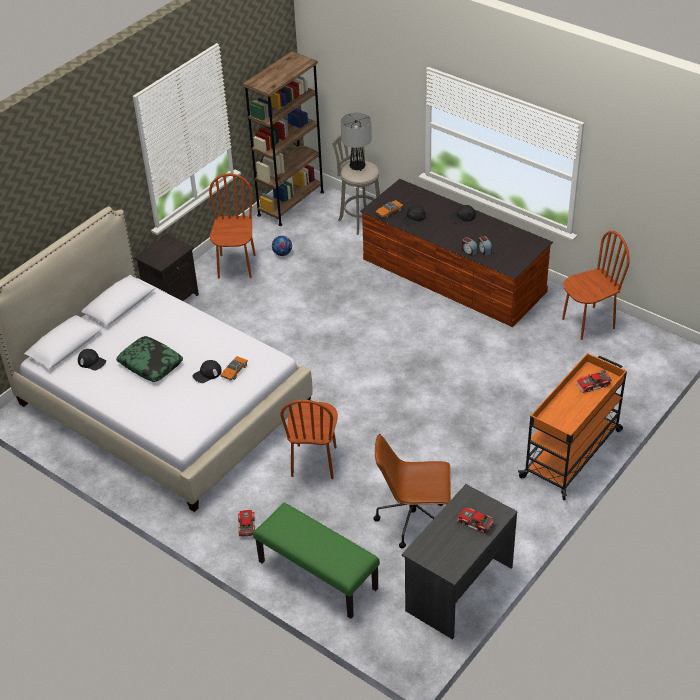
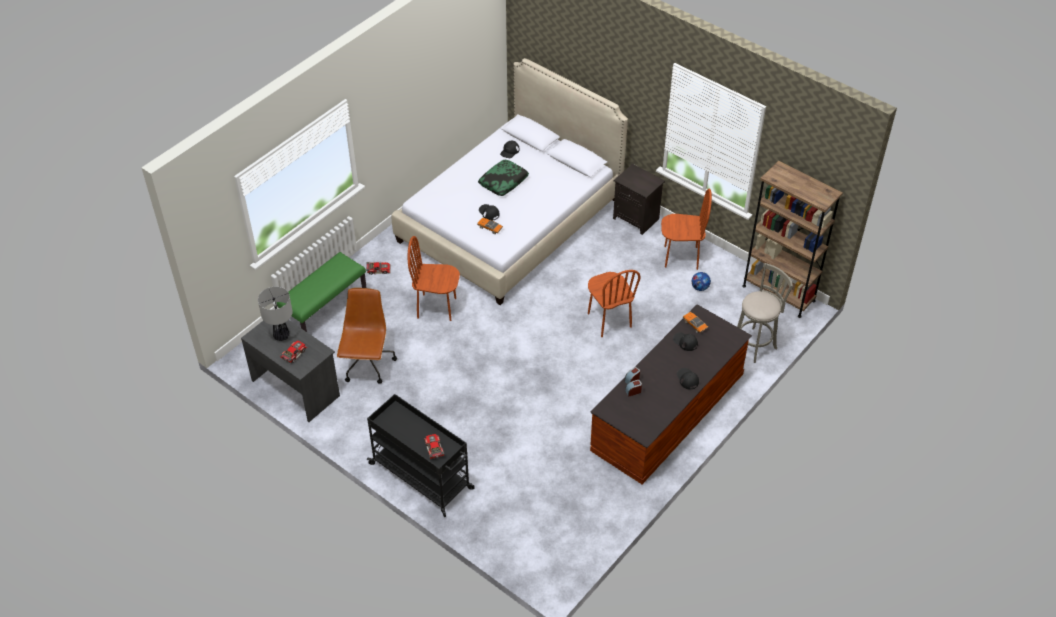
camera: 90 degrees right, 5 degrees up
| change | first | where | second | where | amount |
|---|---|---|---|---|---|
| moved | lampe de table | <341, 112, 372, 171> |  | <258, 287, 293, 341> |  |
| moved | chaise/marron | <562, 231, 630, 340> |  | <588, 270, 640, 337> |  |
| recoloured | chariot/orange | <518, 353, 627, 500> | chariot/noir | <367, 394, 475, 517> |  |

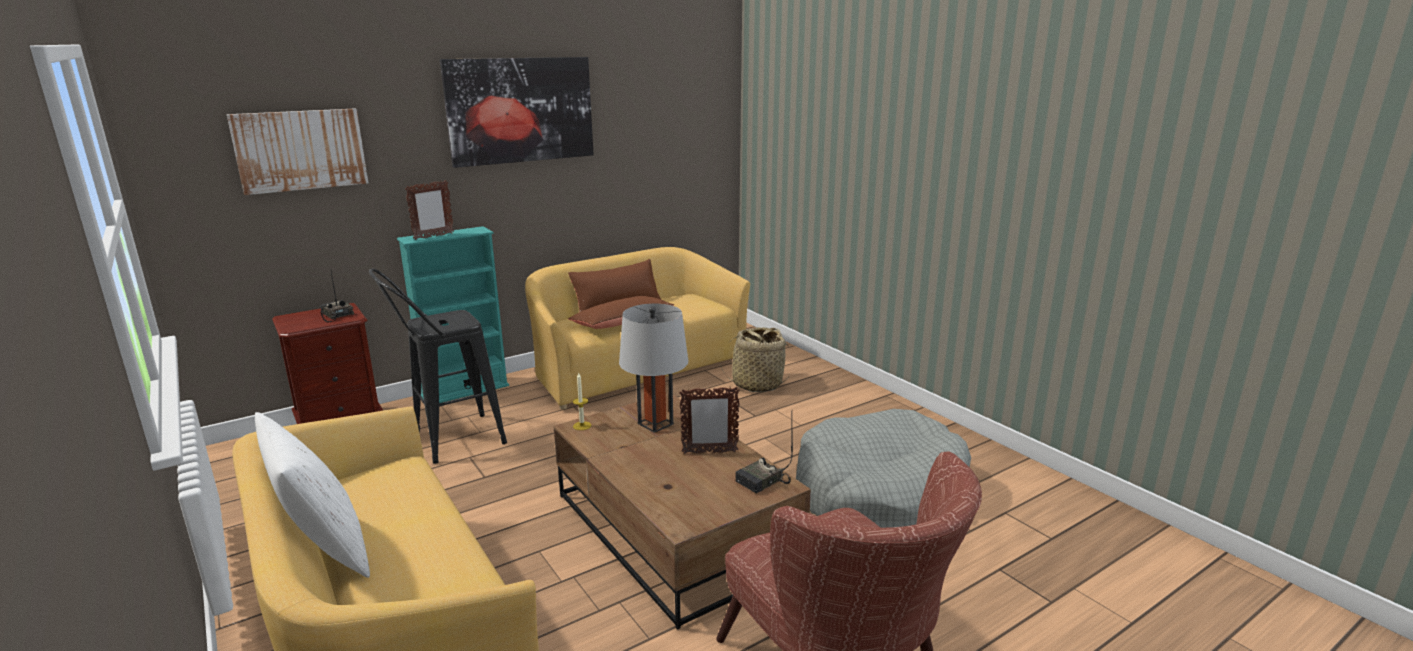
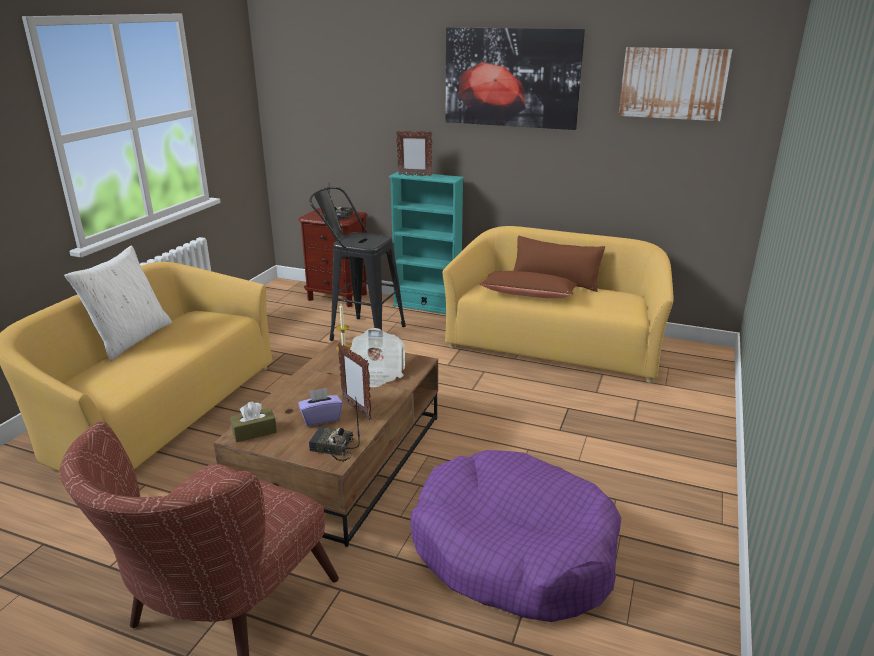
camera: 55 degrees right, 5 degrees up
| change | first | where | second | where | amount |
|---|---|---|---|---|---|
| moved | tableau | <227, 109, 368, 195> |  | <618, 47, 732, 121> |  |
| replaced | lampe de table/gris | <619, 303, 688, 433> | journal | <350, 328, 405, 388> |  |
| removed | panier | <720, 327, 790, 392> |  |  |  |
| recoloured | panier pour chien/gris | <796, 409, 971, 528> | panier pour chien/violet | <411, 450, 621, 622> |  |
| added |  |  | boîte à mouchoirs/violet | <298, 388, 343, 426> |  |
| added |  |  | boîte à mouchoirs/marron | <230, 401, 277, 442> |  |

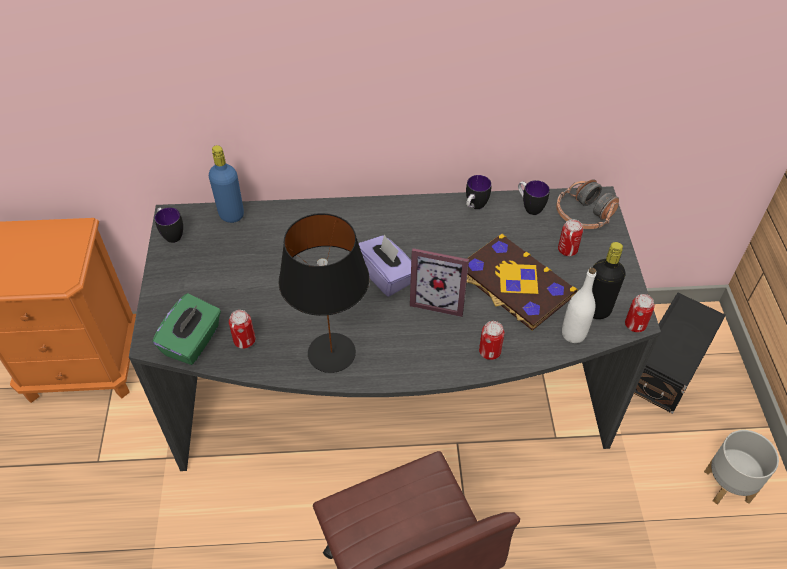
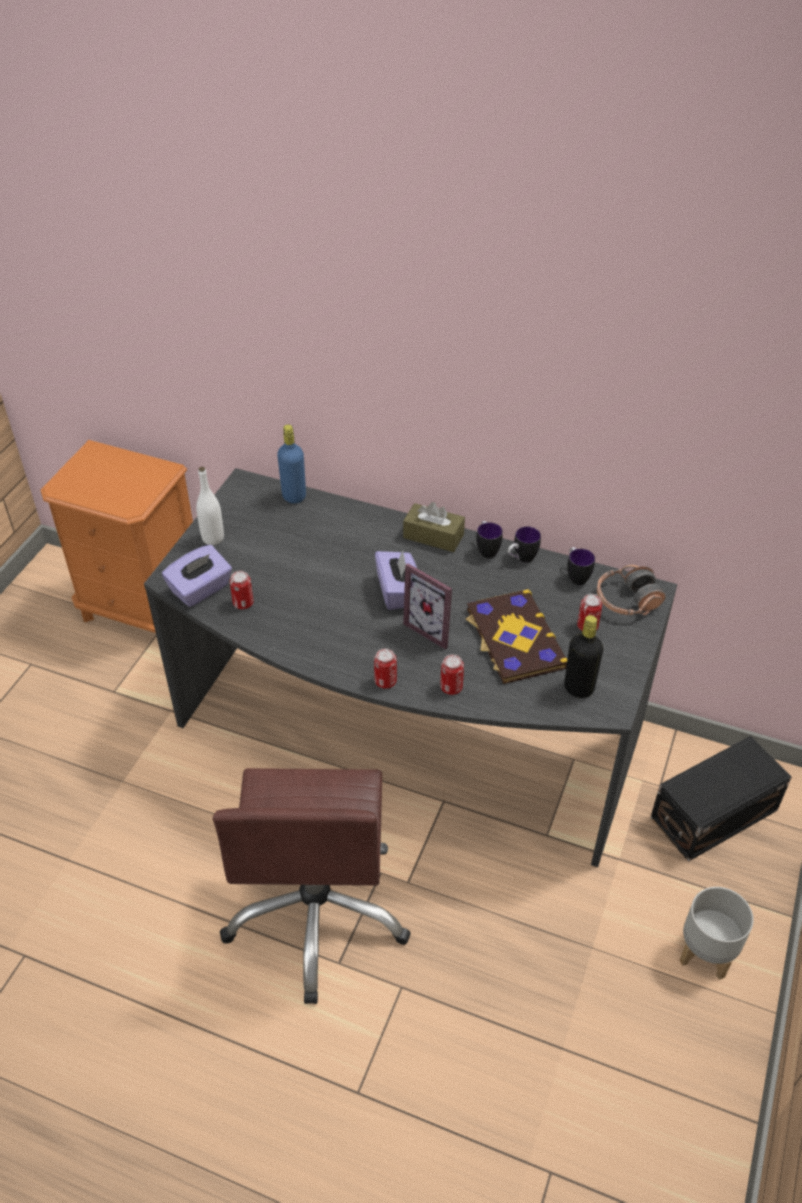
camera: 25 degrees right, 5 degrees down
| change | first | where | second | where | amount |
|---|---|---|---|---|---|
| moved | mug | <155, 207, 183, 243> |  | <476, 521, 503, 558> |  |
| removed | lampe de table/noir | <278, 213, 369, 373> |  |  |  |
| moved | bouteille/blanc | <562, 268, 596, 343> |  | <196, 467, 224, 545> |  |
| recoloured | boîte à mouchoirs/vert | <152, 293, 221, 365> | boîte à mouchoirs/violet | <162, 545, 232, 607> |  |
| moved | boîte métallique | <625, 294, 655, 332> |  | <374, 648, 397, 689> |  |
| added |  |  | boîte à mouchoirs/marron | <403, 502, 465, 552> |  |

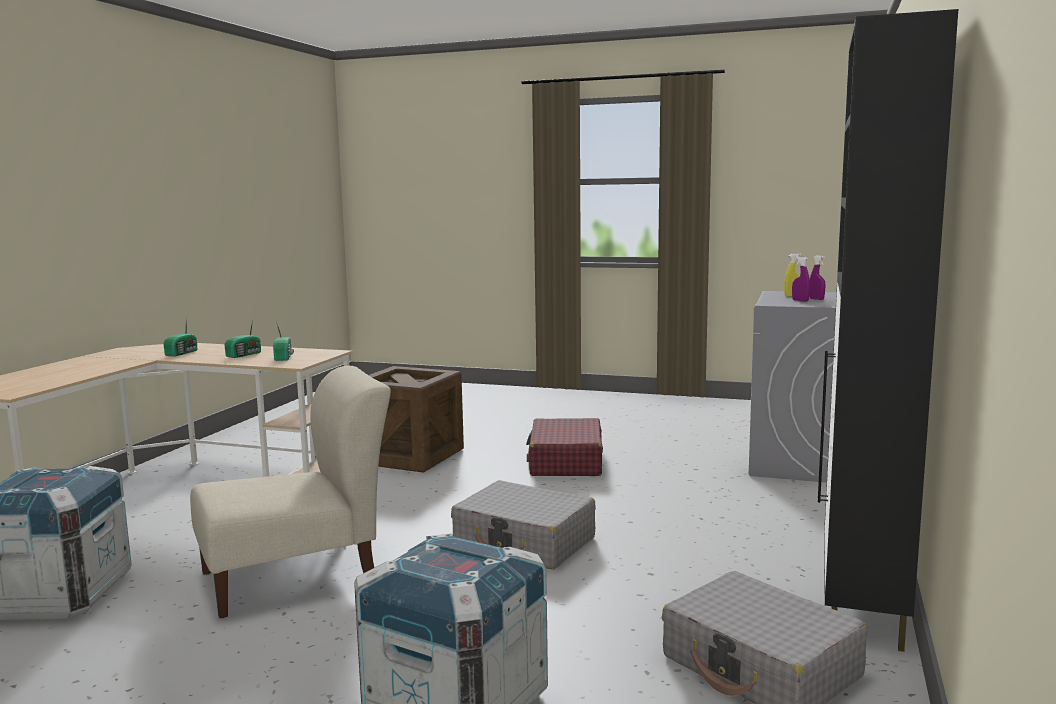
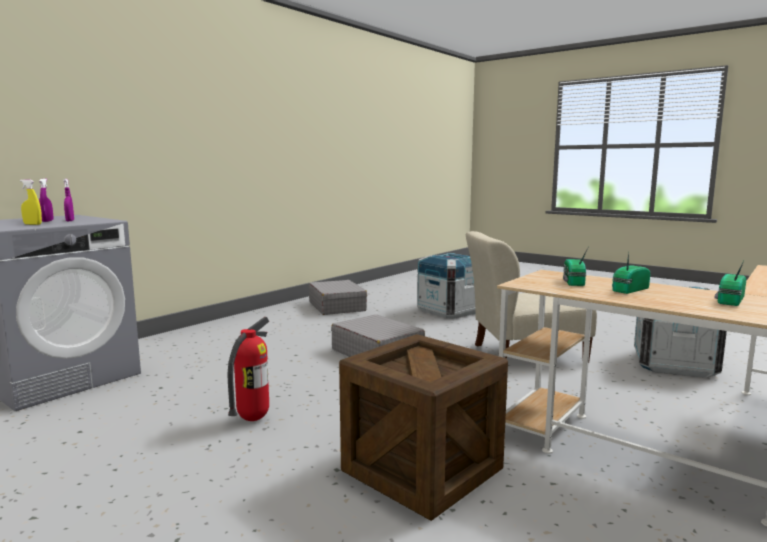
camera: 160 degrees left, 0 degrees up
| change | first | where | second | where | amount |
|---|---|---|---|---|---|
| removed | meuble de rangement/noir | <818, 9, 958, 652> |  |  |  |
| replaced | valise/rouge | <526, 418, 603, 476> | extincteur | <228, 317, 269, 421> |  |

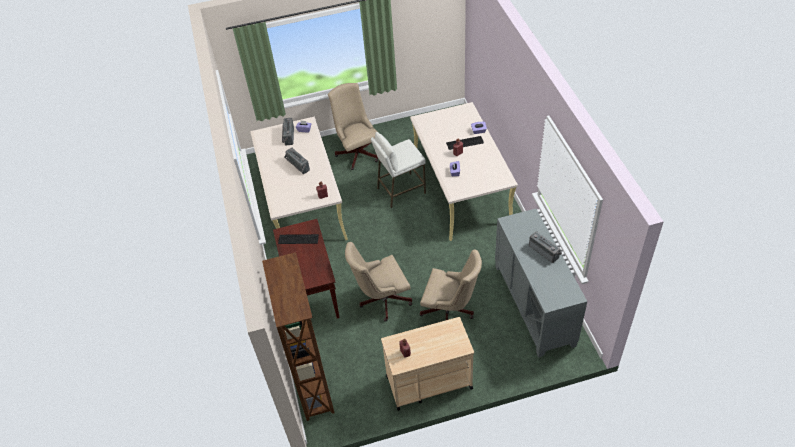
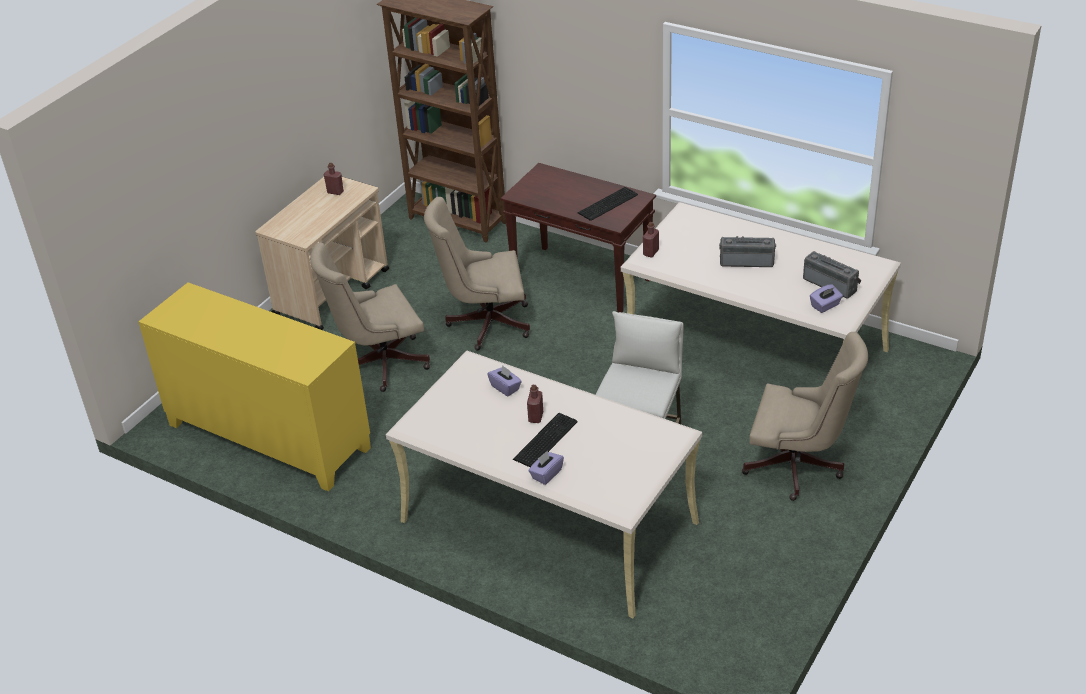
camera: 135 degrees right, 10 degrees down
| change | first | where | second | where | amount |
|---|---|---|---|---|---|
| recoloured | meuble de rangement/gris | <495, 209, 588, 358> | meuble de rangement/jaune | <138, 282, 371, 492> |  |
| removed | radio | <529, 231, 562, 263> |  |  |  |
| turned | chaise de bureau/beige | <345, 242, 412, 322> |  | <424, 197, 530, 351> | 120 degrees counterclockwise |

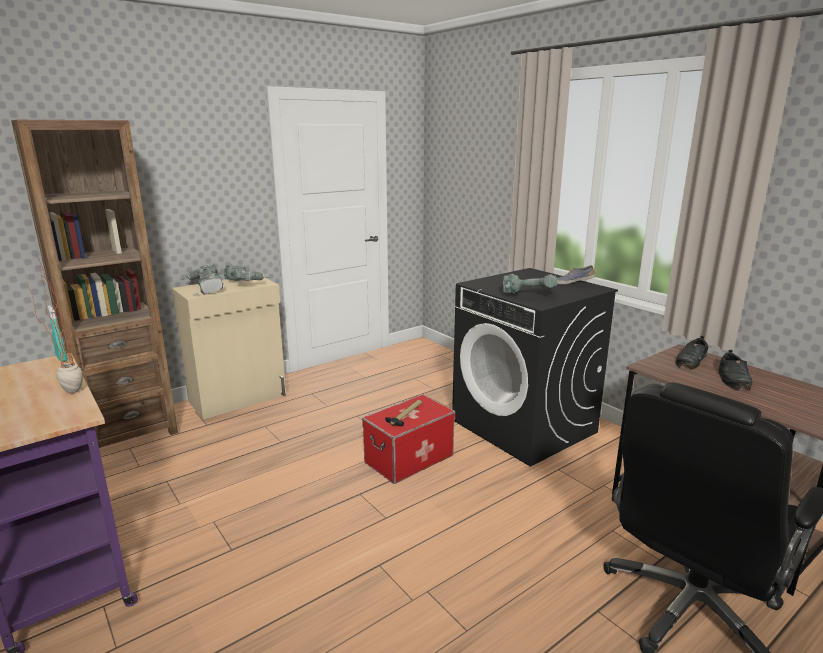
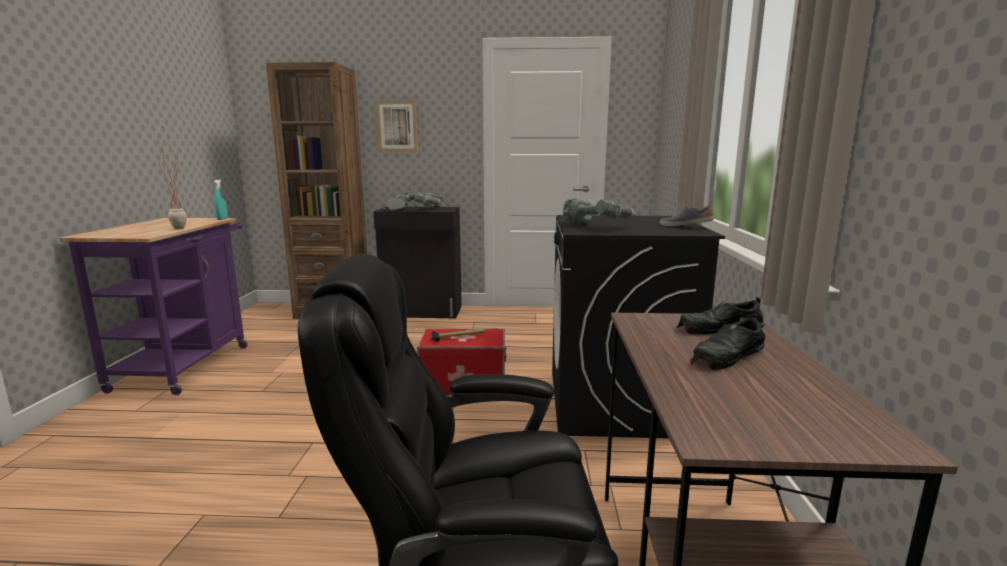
camera: 40 degrees right, 5 degrees down
| change | first | where | second | where | amount |
|---|---|---|---|---|---|
| recoloured | meuble de rangement/beige | <172, 277, 286, 420> | meuble de rangement/noir | <373, 207, 462, 318> |  |
| added |  |  | tableau | <376, 101, 418, 151> |  |

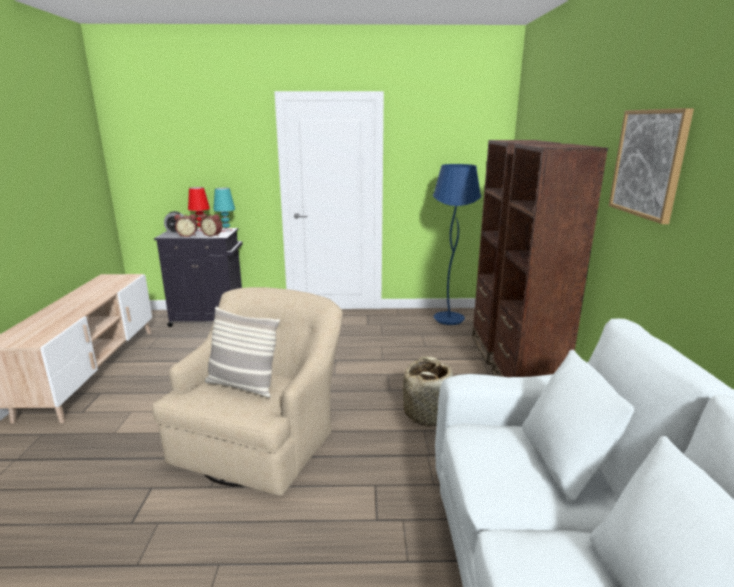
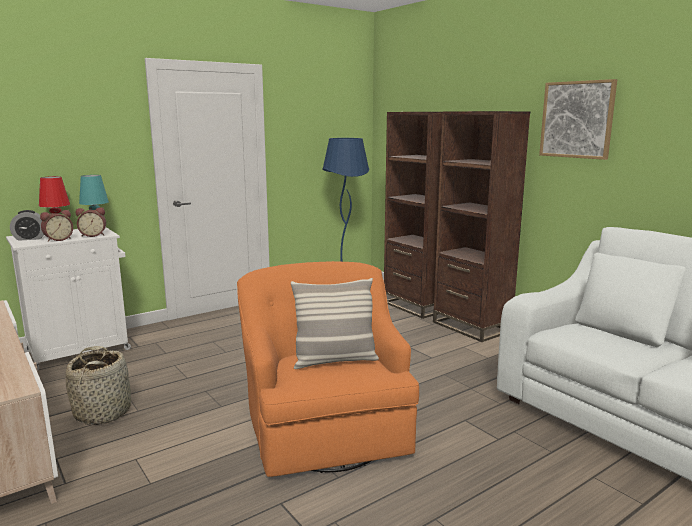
camera: 35 degrees left, 5 degrees down
| change | first | where | second | where | amount |
|---|---|---|---|---|---|
| recoloured | meuble de rangement/noir | <154, 228, 242, 327> | meuble de rangement/blanc | <6, 227, 131, 370> |  |
| recoloured | fauteuil/beige | <152, 287, 343, 496> | fauteuil/orange | <237, 261, 419, 477> |  |
| moved | panier | <403, 357, 453, 426> |  | <66, 346, 131, 425> |  |

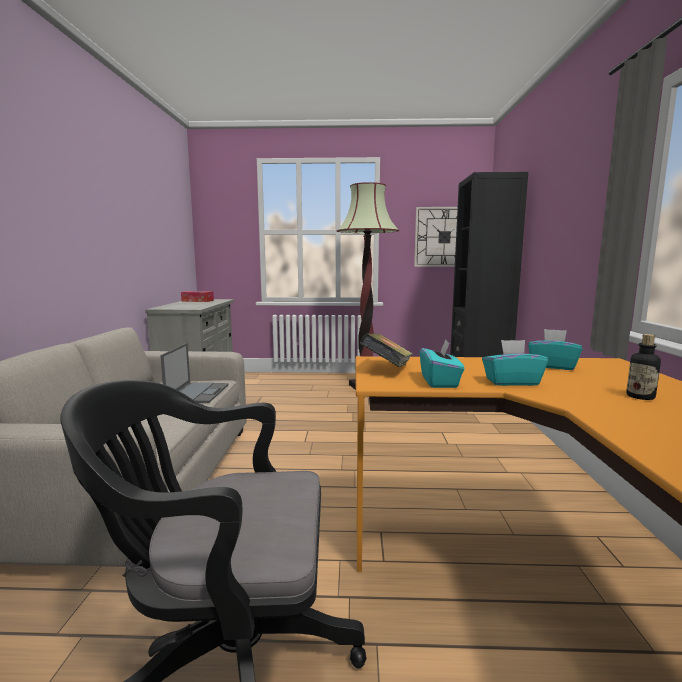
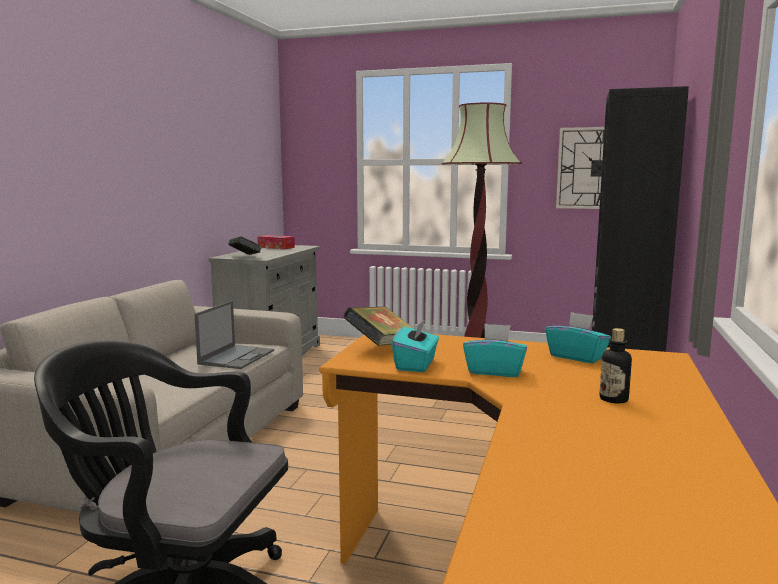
camera: 15 degrees right, 0 degrees up
| change | first | where | second | where | amount |
|---|---|---|---|---|---|
| added |  |  | livre | <228, 236, 263, 255> |  |

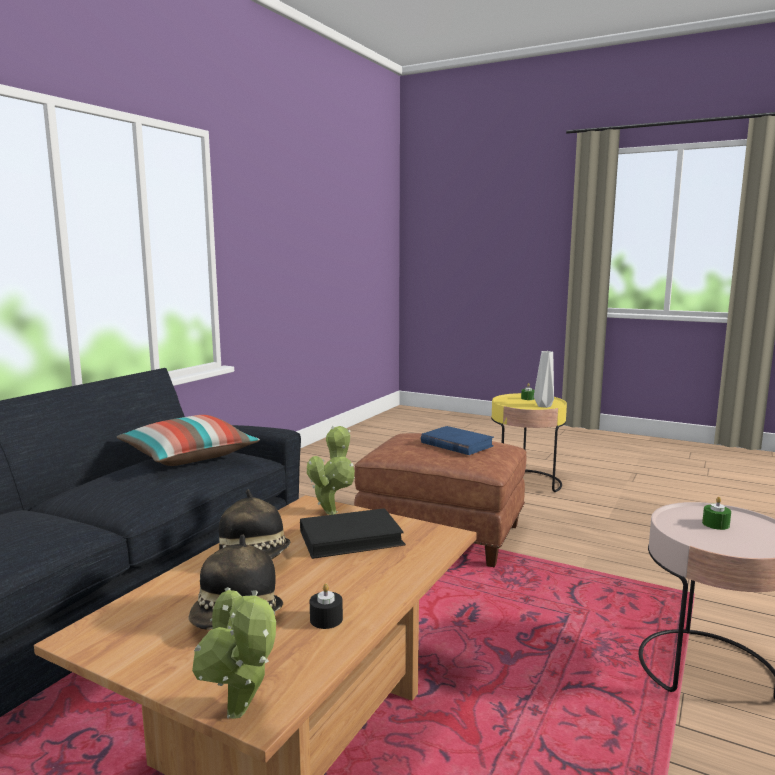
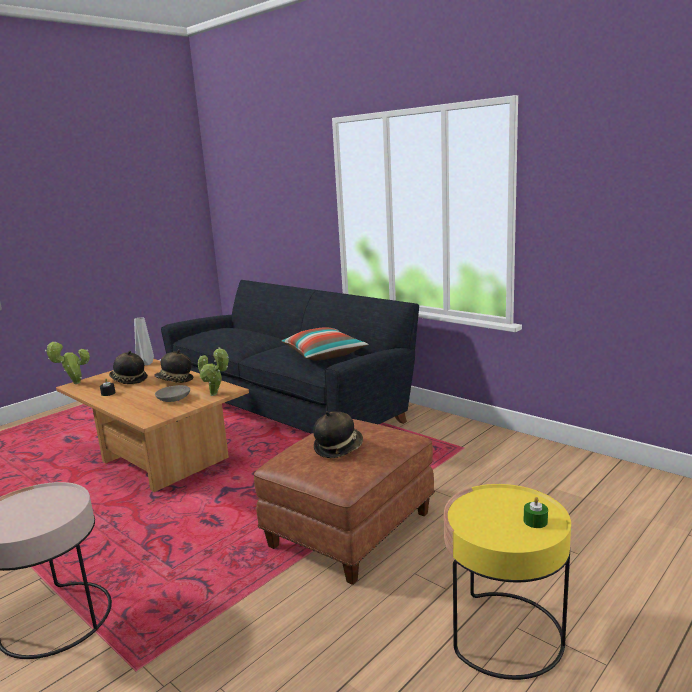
camera: 105 degrees right, 5 degrees up
| change | first | where | second | where | amount |
|---|---|---|---|---|---|
| moved | vase/gris | <534, 351, 554, 408> |  | <134, 317, 154, 365> |  |
| replaced | livre/bleu | <421, 426, 494, 455> | chapeau | <313, 411, 363, 458> |  |
| removed | bougie/vert | <702, 497, 731, 530> |  |  |  |
| replaced | livre/noir | <300, 508, 406, 559> | bol/gris | <155, 385, 190, 402> |  |

